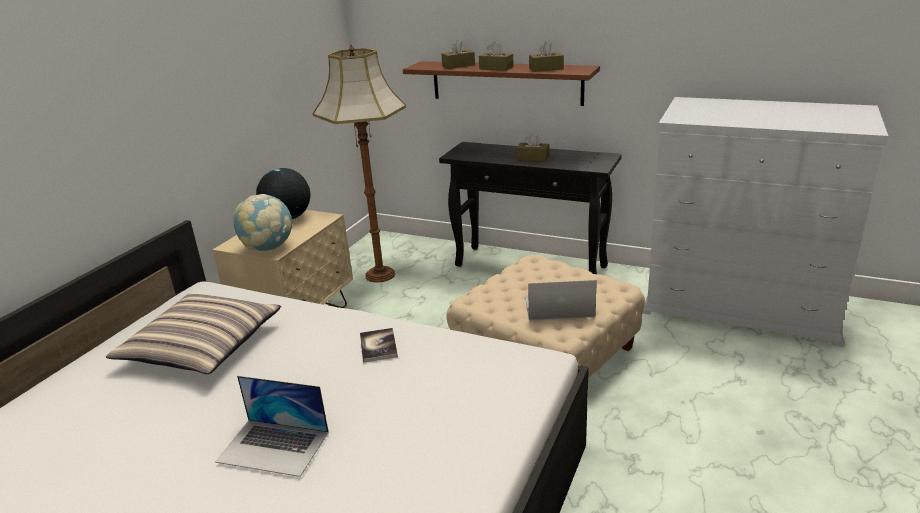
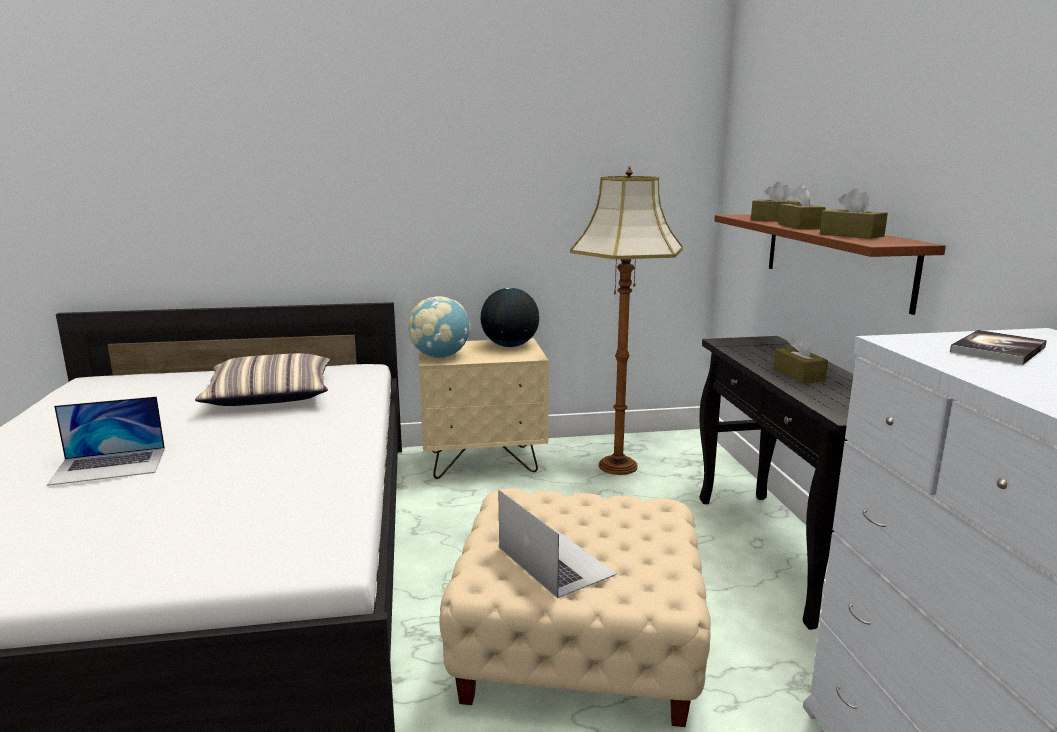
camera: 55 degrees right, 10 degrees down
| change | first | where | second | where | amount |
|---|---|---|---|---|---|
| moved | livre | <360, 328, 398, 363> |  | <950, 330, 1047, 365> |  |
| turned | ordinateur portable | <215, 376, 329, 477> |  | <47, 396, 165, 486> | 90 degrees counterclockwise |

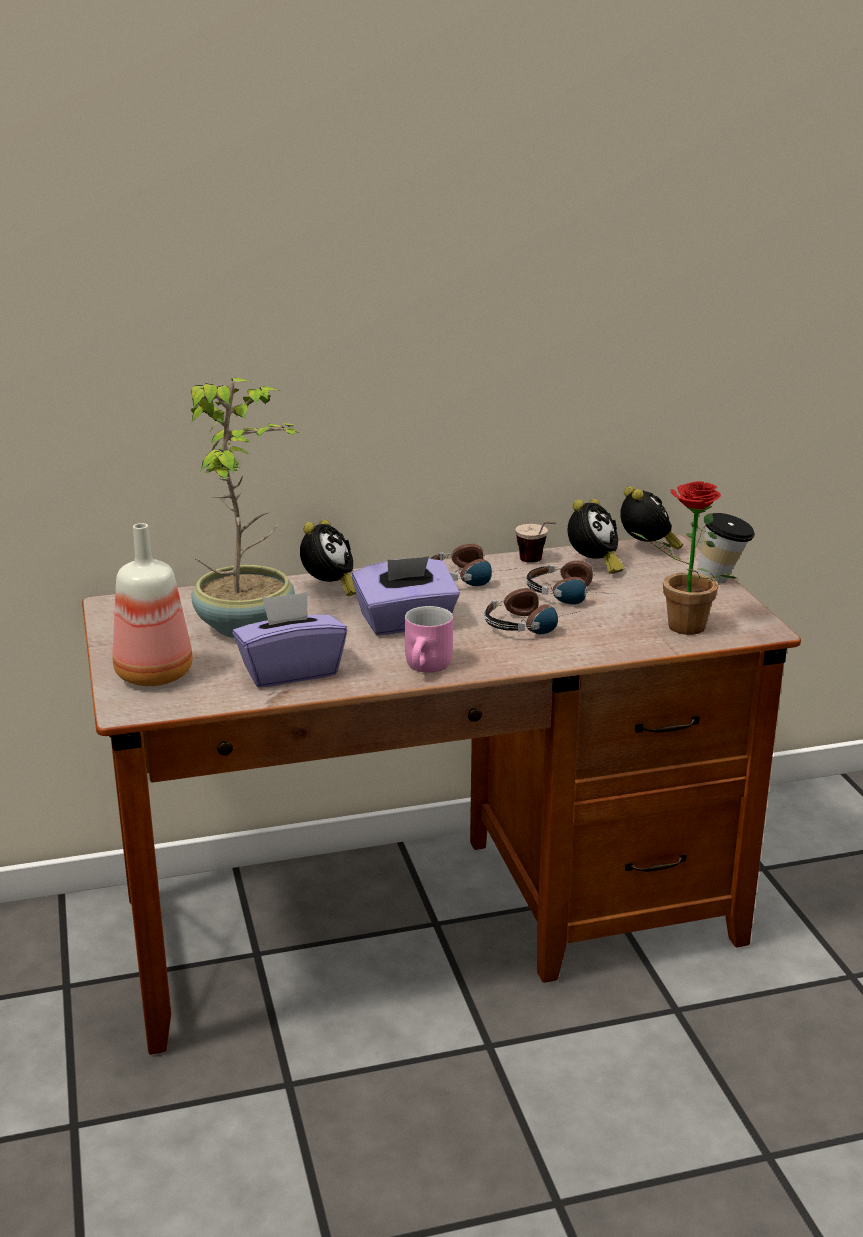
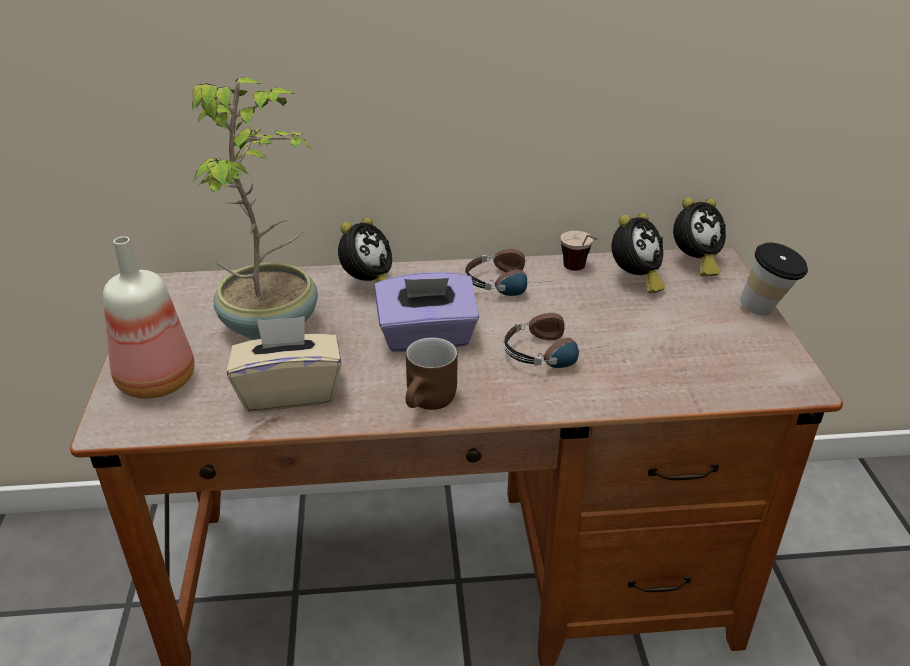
camera: 10 degrees right, 10 degrees up
| change | first | where | second | where | amount |
|---|---|---|---|---|---|
| removed | plante en pot | <632, 481, 736, 635> |  |  |  |
| turned | réveil | <620, 486, 683, 550> |  | <673, 197, 726, 276> | 60 degrees clockwise |
| removed | casque audio | <526, 560, 614, 604> |  |  |  |
| recoloured | boîte à mouchoirs/violet | <232, 592, 347, 688> | boîte à mouchoirs/beige | <227, 316, 341, 412> |  |
| recoloured | mug/rose | <405, 606, 453, 673> | mug/marron | <406, 337, 458, 410> |  |

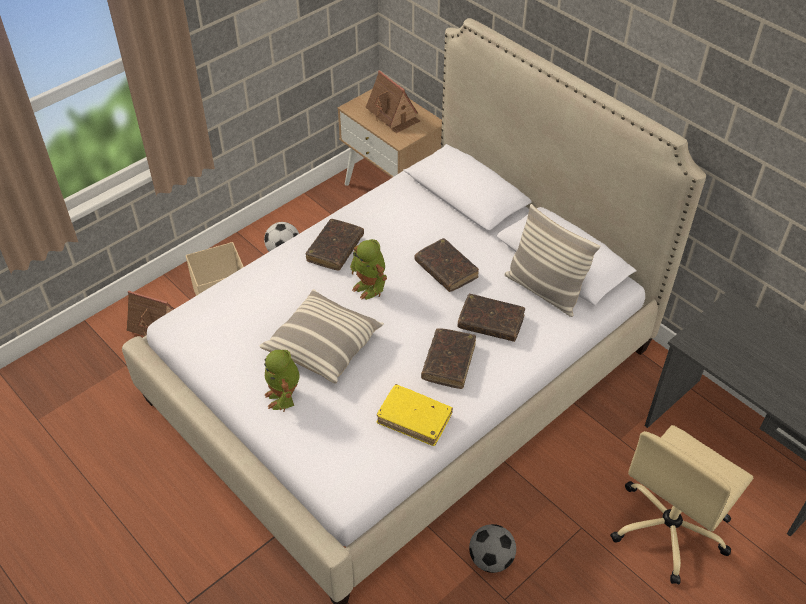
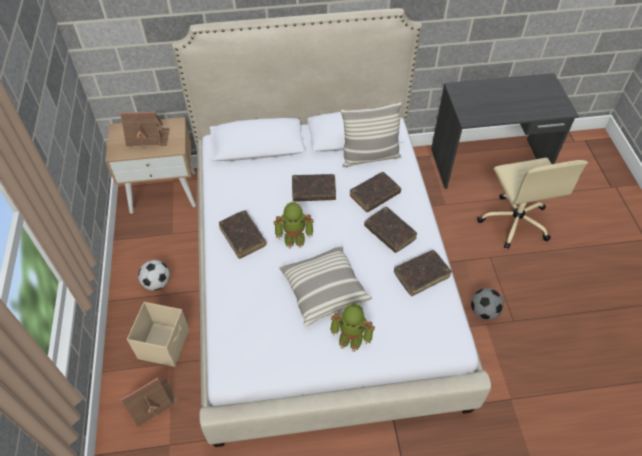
camera: 55 degrees left, 5 degrees up
| change | first | where | second | where | amount |
|---|---|---|---|---|---|
| recoloured | livre/jaune | <377, 384, 453, 446> | livre/marron | <394, 250, 452, 296> |  |

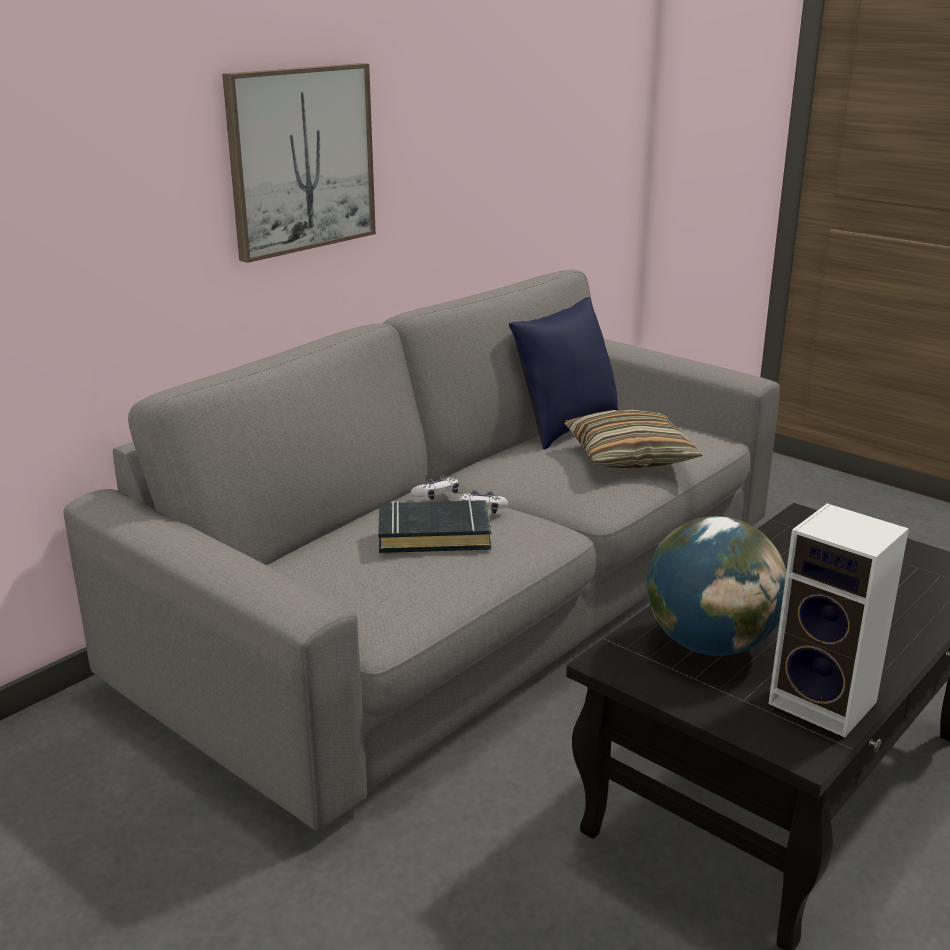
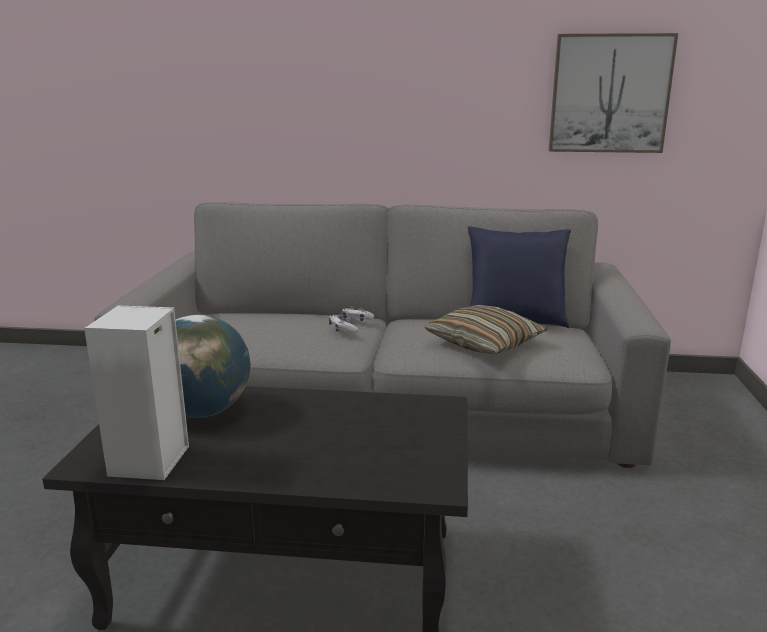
camera: 55 degrees right, 5 degrees down
| change | first | where | second | where | amount |
|---|---|---|---|---|---|
| moved | tableau | <222, 63, 376, 263> |  | <549, 33, 678, 153> |  |
| removed | livre/noir | <378, 499, 491, 553> |  |  |  |

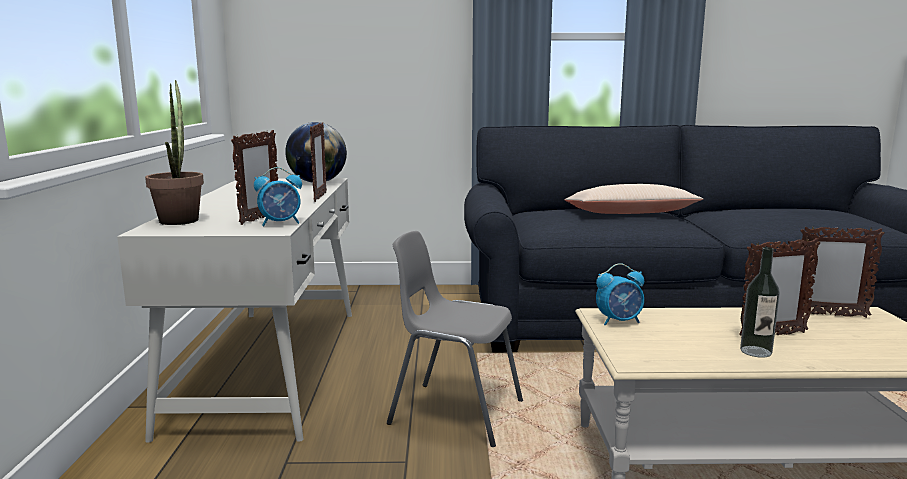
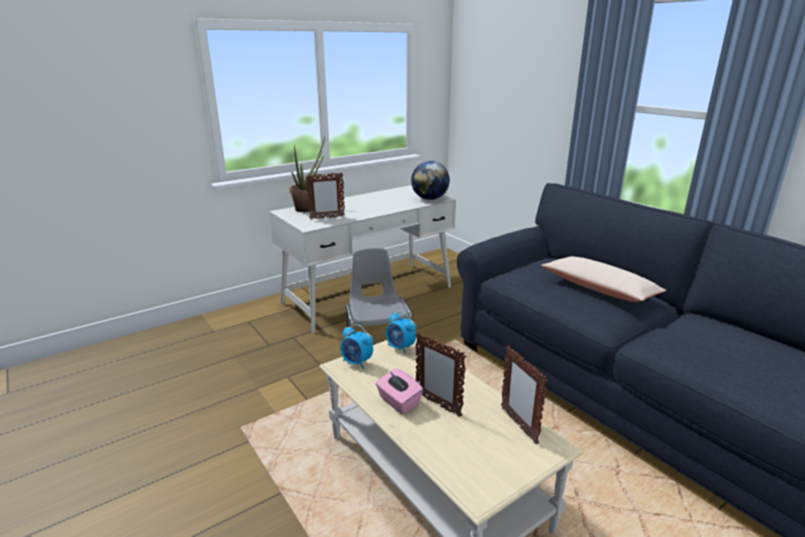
camera: 55 degrees right, 10 degrees up
| change | first | where | second | where | amount |
|---|---|---|---|---|---|
| removed | cadre photo | <310, 122, 327, 202> |  |  |  |
| moved | réveil | <254, 167, 302, 226> |  | <340, 324, 373, 369> |  |
| replaced | bouteille | <740, 247, 780, 358> | boîte à mouchoirs/rose | <376, 368, 423, 414> |  |

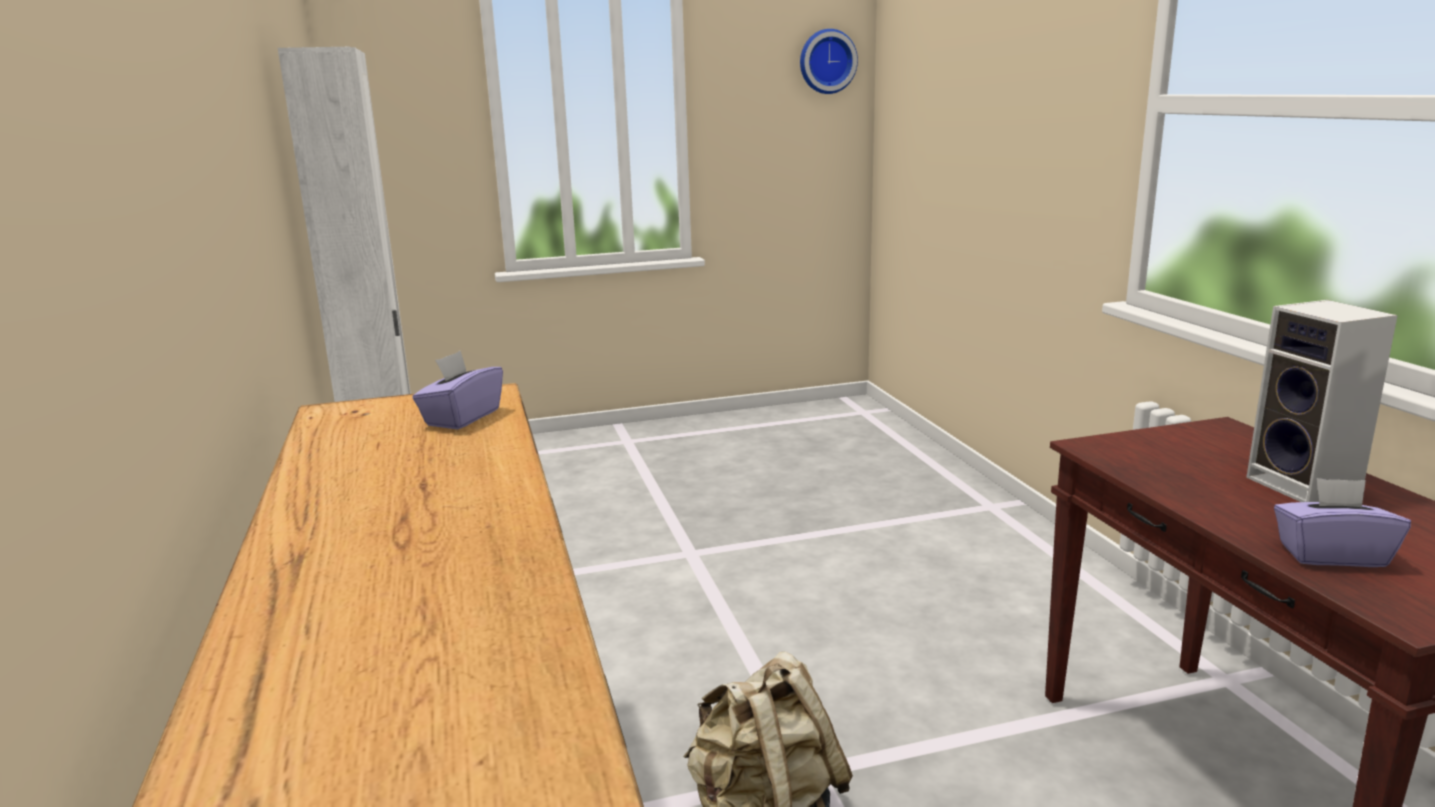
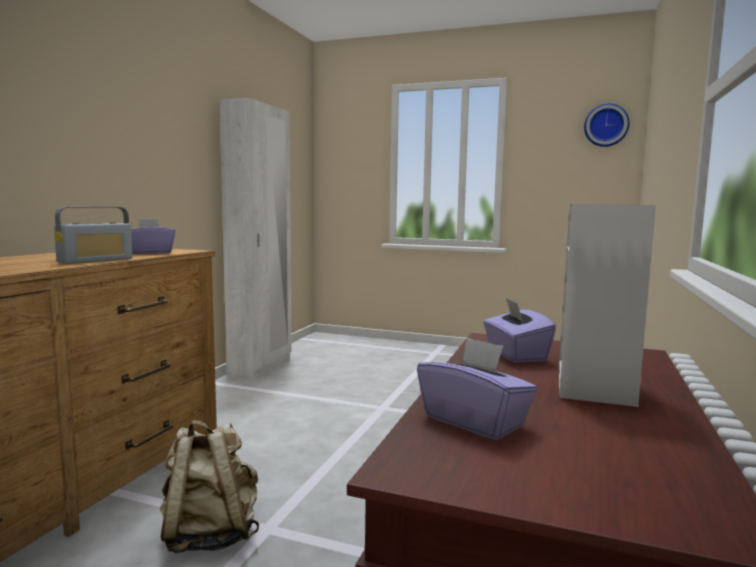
camera: 35 degrees right, 10 degrees down
| change | first | where | second | where | amount |
|---|---|---|---|---|---|
| added |  |  | radio | <54, 207, 133, 264> |  |
| added |  |  | boîte à mouchoirs/violet | <483, 298, 556, 363> |  |

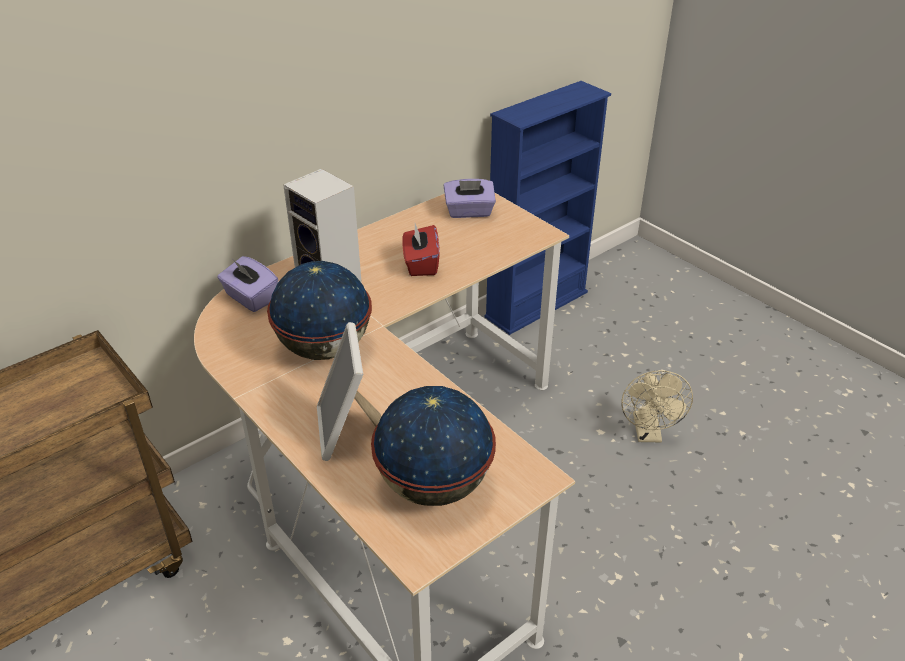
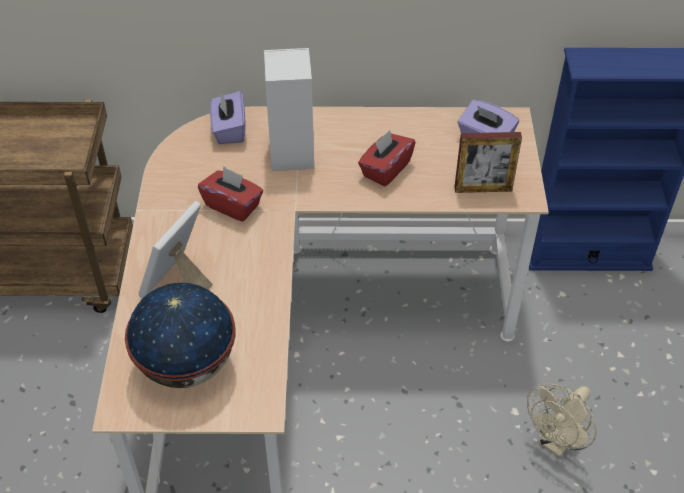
camera: 40 degrees right, 10 degrees up
| change | first | where | second | where | amount |
|---|---|---|---|---|---|
| replaced | globe | <267, 261, 372, 360> | boîte à mouchoirs/rouge | <198, 166, 263, 222> |  |
| added |  |  | cadre photo | <454, 132, 522, 193> |  |

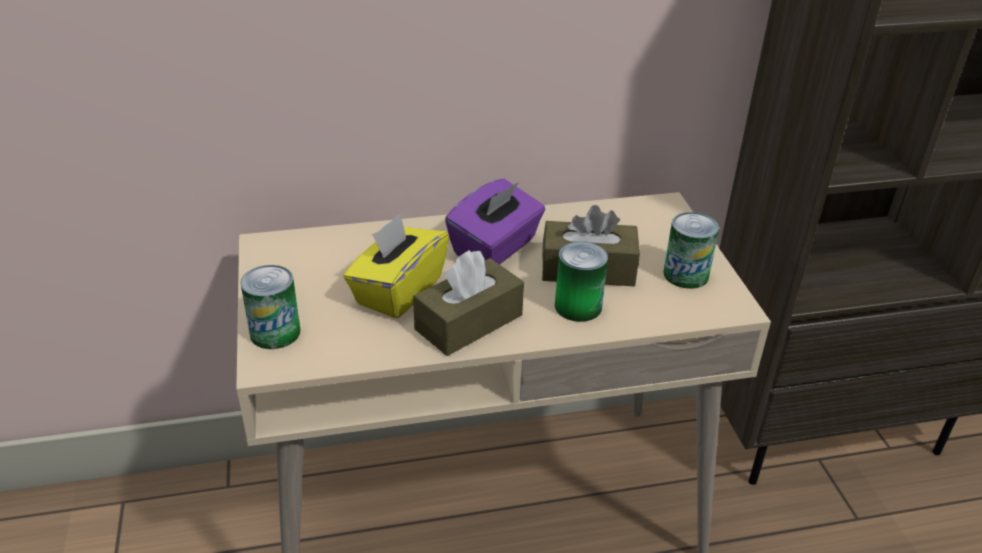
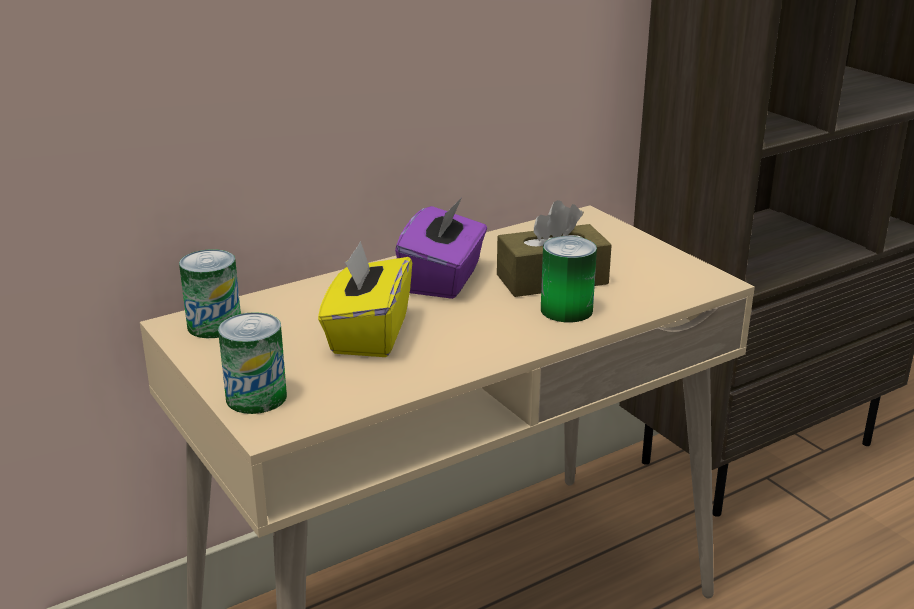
camera: 20 degrees left, 10 degrees down
| change | first | where | second | where | amount |
|---|---|---|---|---|---|
| moved | boîte métallique | <664, 212, 719, 289> |  | <179, 249, 241, 338> |  |
| removed | boîte à mouchoirs/marron | <413, 250, 524, 356> |  |  |  |

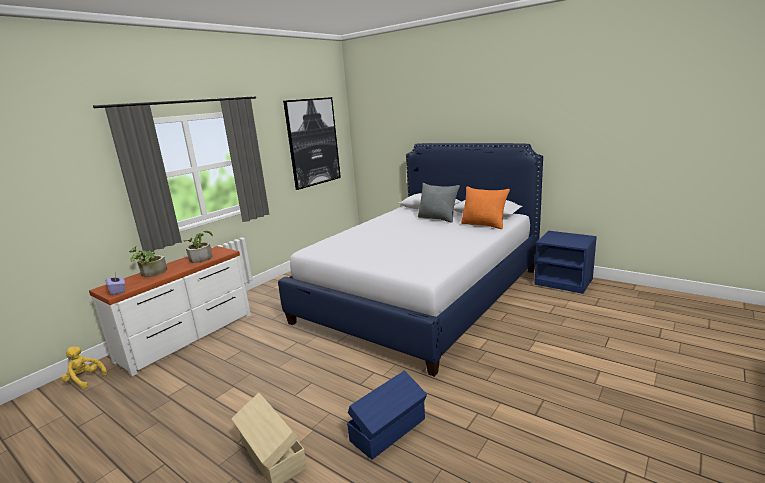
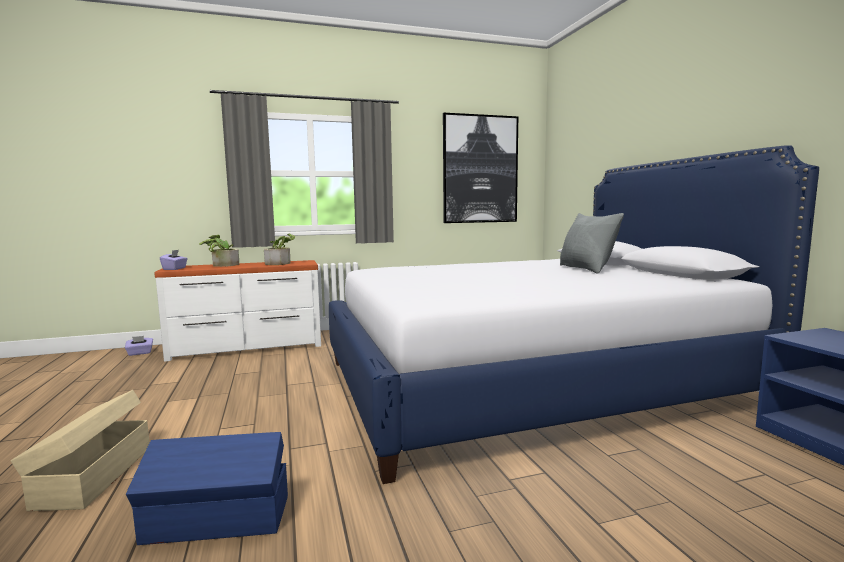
camera: 35 degrees right, 10 degrees down
| change | first | where | second | where | amount |
|---|---|---|---|---|---|
| removed | coussin/orange | <461, 186, 510, 229> |  |  |  |
| replaced | peluche/jaune | <61, 346, 107, 389> | boîte à mouchoirs/violet | <125, 336, 153, 356> |  |

